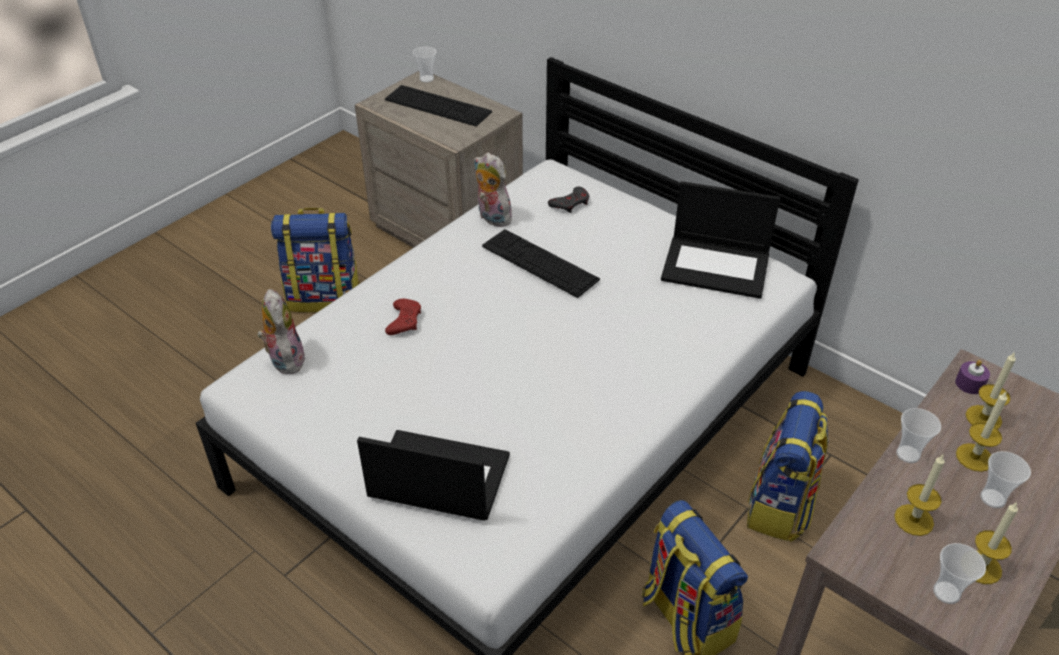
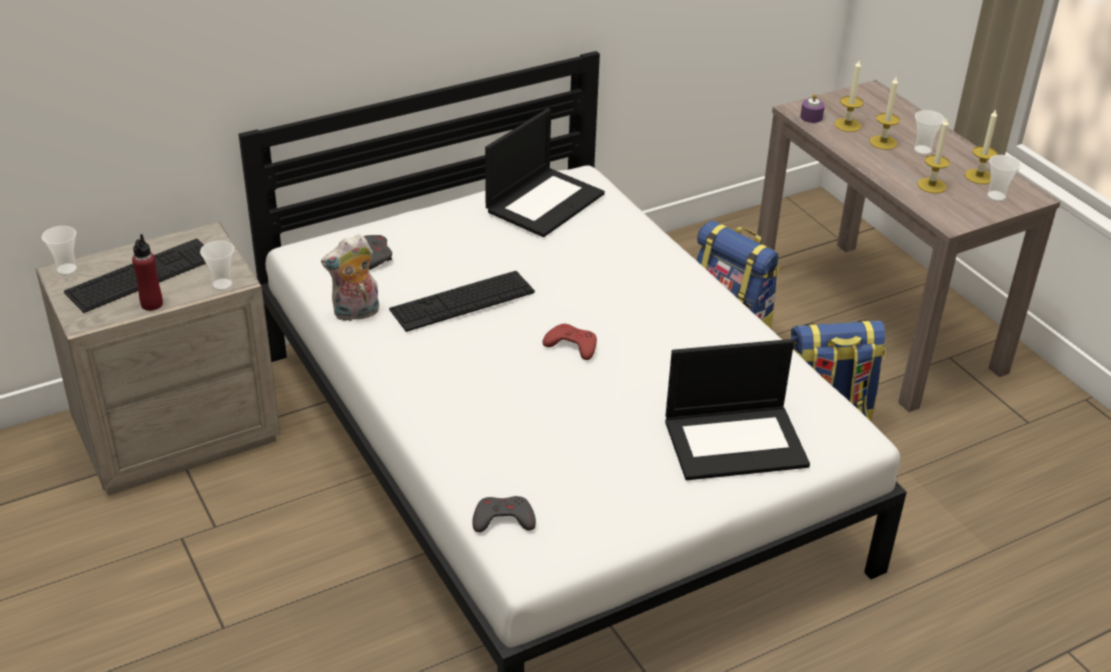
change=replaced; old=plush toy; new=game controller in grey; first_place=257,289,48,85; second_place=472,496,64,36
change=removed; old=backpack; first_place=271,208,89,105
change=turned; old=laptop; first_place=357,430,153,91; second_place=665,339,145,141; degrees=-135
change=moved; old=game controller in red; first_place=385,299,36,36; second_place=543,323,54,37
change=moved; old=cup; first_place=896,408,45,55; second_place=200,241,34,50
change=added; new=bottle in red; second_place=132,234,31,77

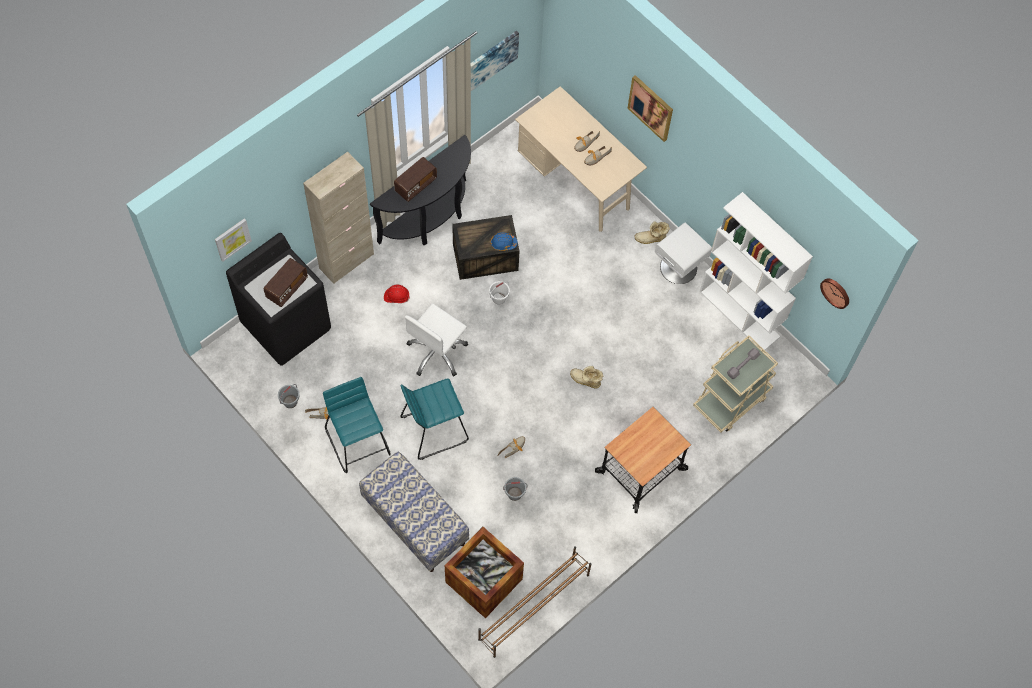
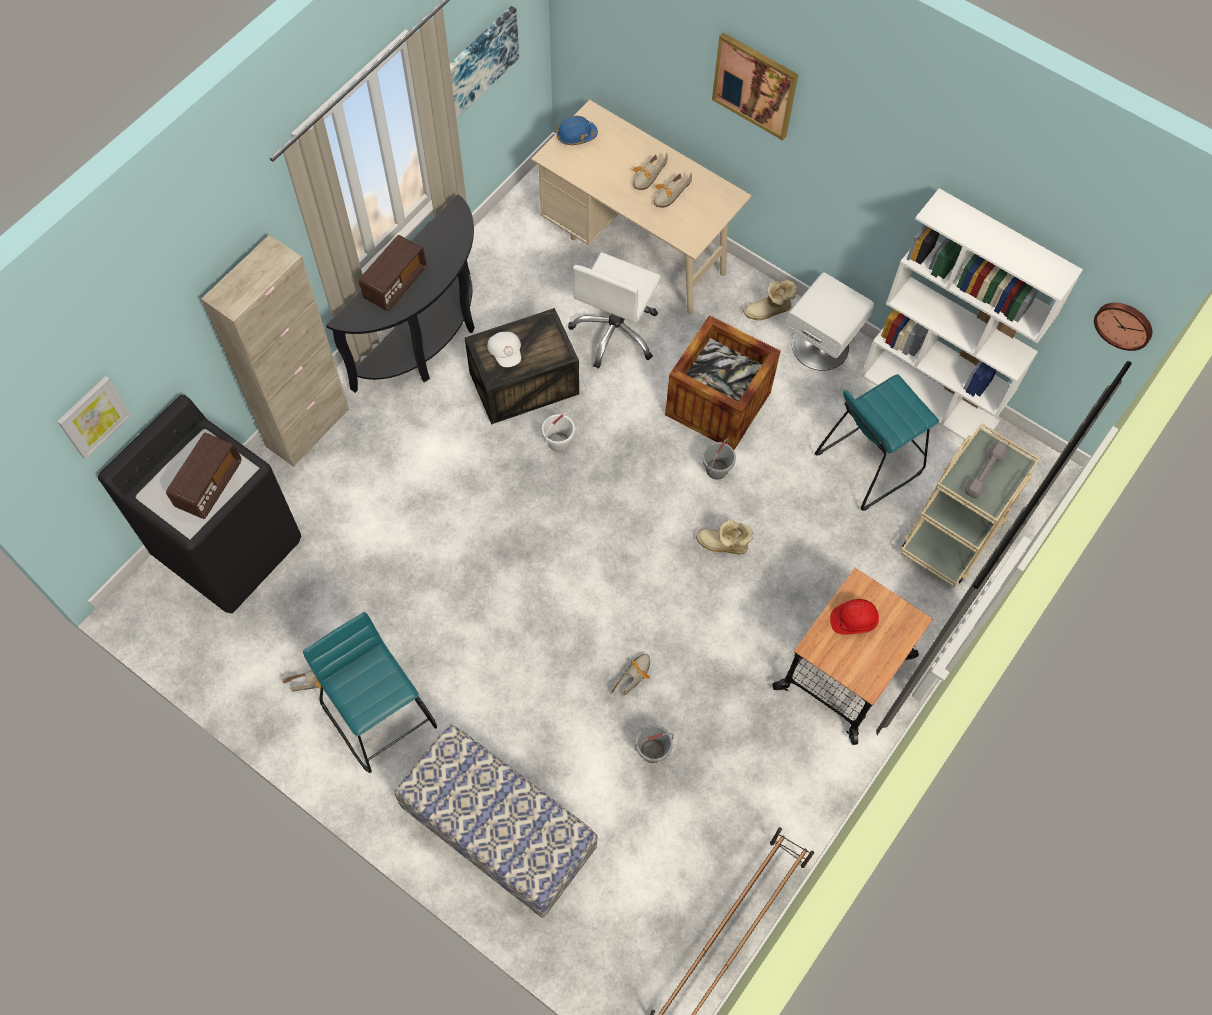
change=moved; old=bucket in grey; first_place=278,384,22,24; second_place=702,438,34,41
change=moved; old=hard hat in red; first_place=384,285,26,18; second_place=830,599,49,35
change=moved; old=stool in turquoise; first_place=400,378,69,82; second_place=815,374,124,137
change=moved; old=office chair in white; first_place=405,303,63,73; second_place=568,252,93,117
change=moved; old=crate; first_place=445,527,79,91; second_place=665,315,116,135
change=moved; old=hard hat in blue; first_place=491,233,27,18; second_place=556,116,42,29
change=added; new=cap in white; second_place=487,332,34,35

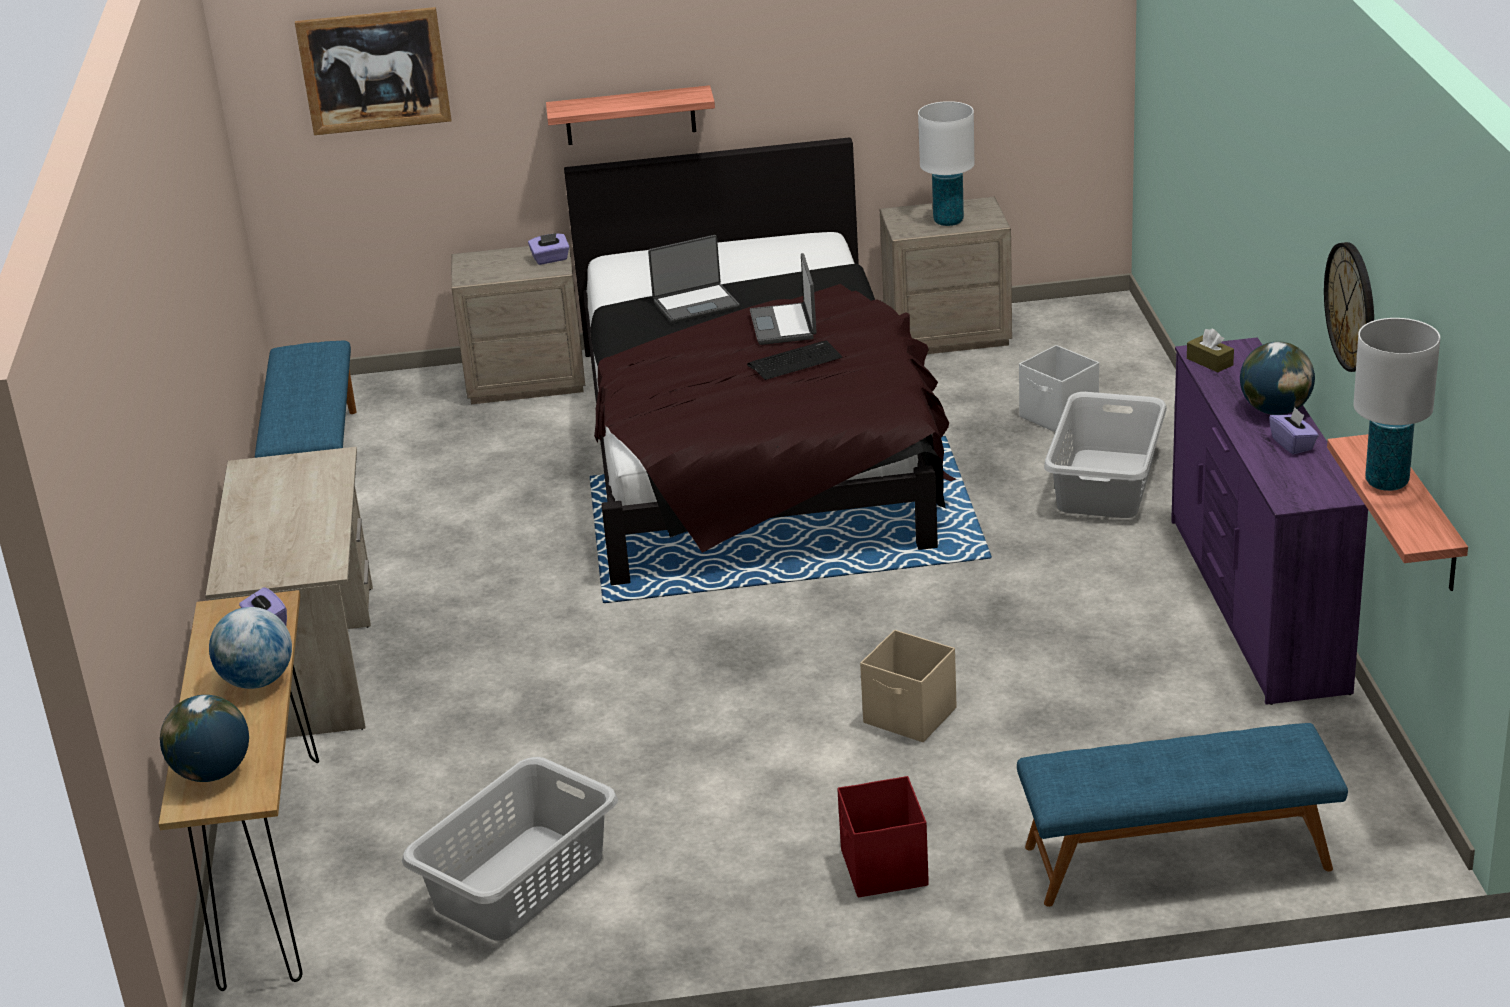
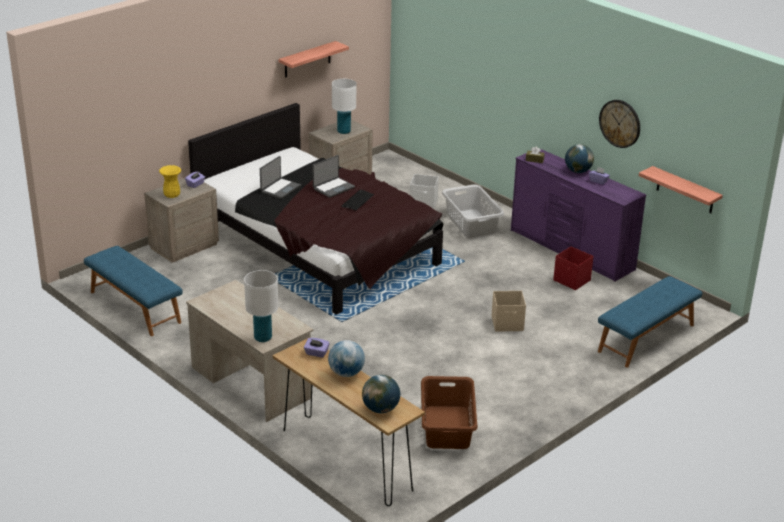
change=removed; old=picture; first_place=295,7,156,128
change=recoloured; old=laundry basket in grey; new=laundry basket in brown; first_place=402,757,216,183; second_place=421,376,56,73
change=moved; old=shelf; first_place=546,85,169,60; second_place=278,41,71,36
change=turned; old=laptop; first_place=750,253,66,92; second_place=313,155,42,43; degrees=-90
change=moved; old=storage box in red; first_place=837,776,92,121; second_place=553,246,40,44
change=moved; old=table lamp in white; first_place=1354,318,86,173; second_place=244,270,34,72
change=added; new=vase in yellow; second_place=159,165,22,33

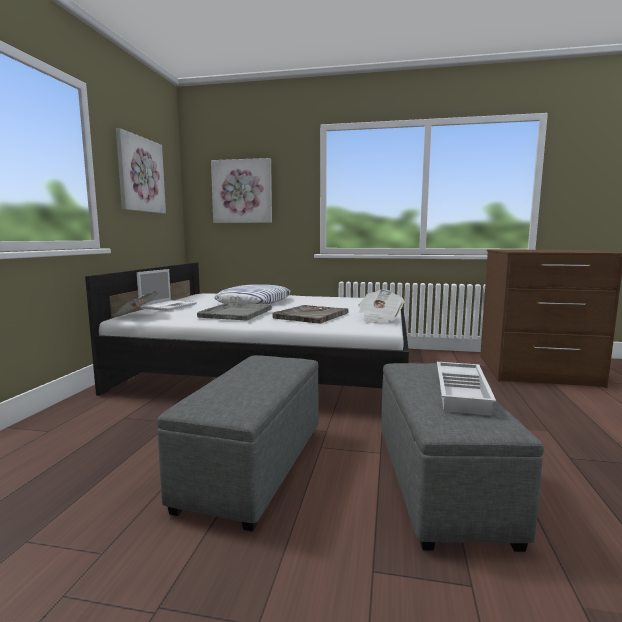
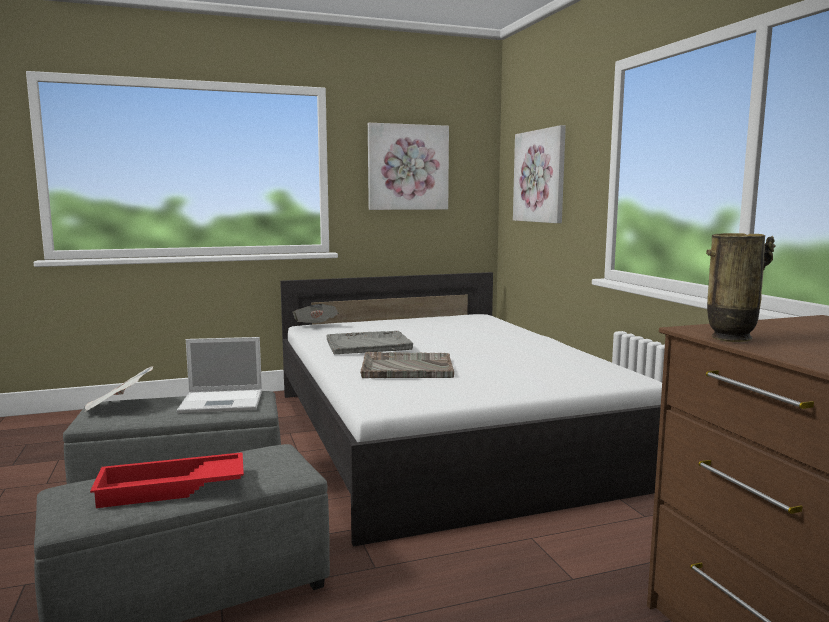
change=moved; old=laptop; first_place=137,269,60,42; second_place=177,337,85,76
change=removed; old=pillow; first_place=214,284,77,20
change=moved; old=newspaper; first_place=358,290,47,33; second_place=85,366,68,46
change=recoloured; old=tray in white; new=tray in red; first_place=437,362,59,54; second_place=90,452,154,56
change=added; new=vase; second_place=706,233,70,109

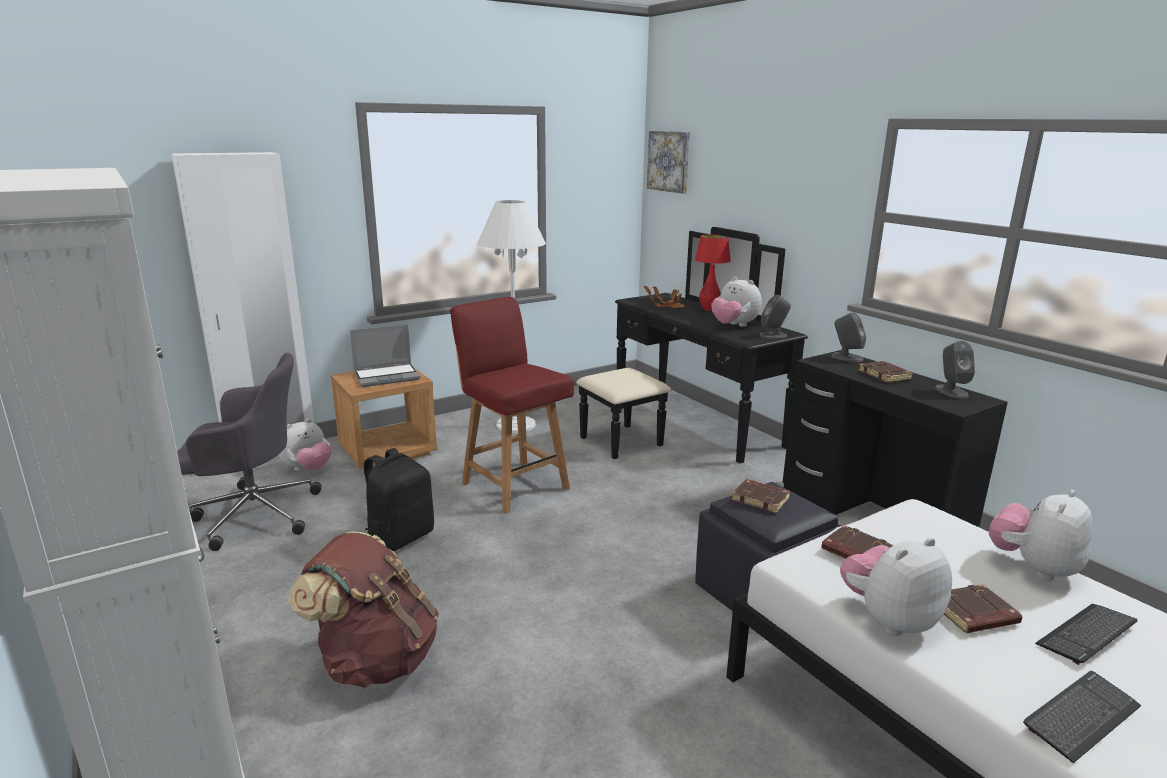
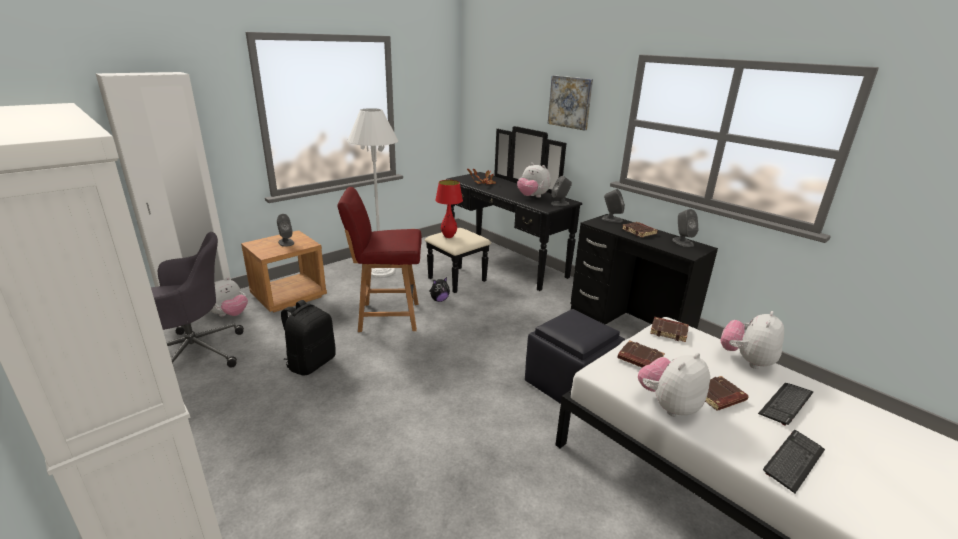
change=removed; old=backpack in brown; first_place=288,531,151,157
change=replaced; old=laptop; new=speaker in grey; first_place=350,324,70,63; second_place=277,214,17,33
change=turned; old=chair in red; first_place=450,297,124,217; second_place=337,187,85,145; degrees=-45
change=moved; old=picture; first_place=647,131,43,62; second_place=548,75,45,55
change=moved; old=table lamp in red; first_place=695,234,36,77; second_place=435,180,28,58
change=moved; old=book in brown; first_place=731,479,59,34; second_place=650,317,39,25
change=added; new=plush toy; second_place=430,277,20,25

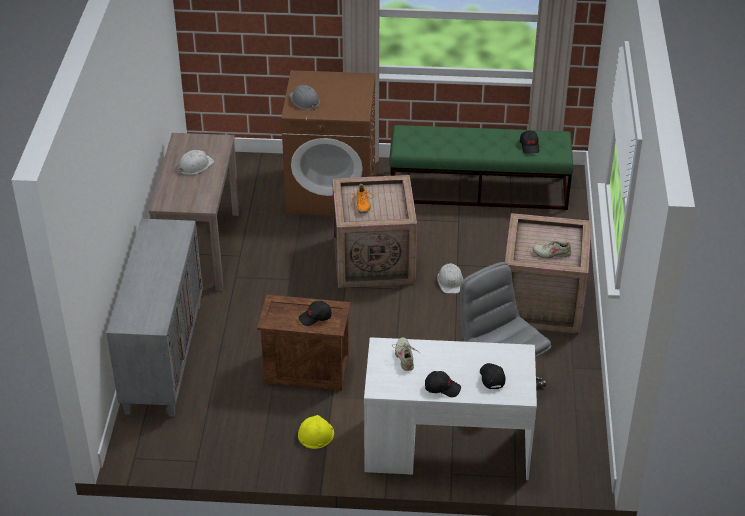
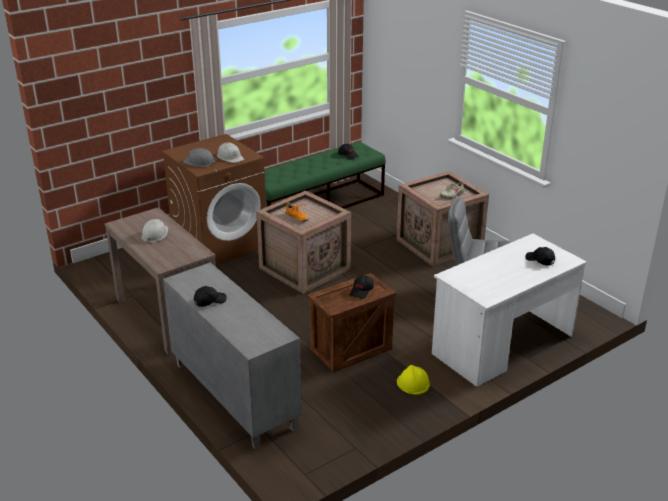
change=removed; old=shoe in beige; first_place=392,337,29,34
change=moved; old=cap in black; first_place=425,371,36,26; second_place=194,286,33,21
change=moved; old=hard hat in white; first_place=437,263,26,31; second_place=217,142,27,21

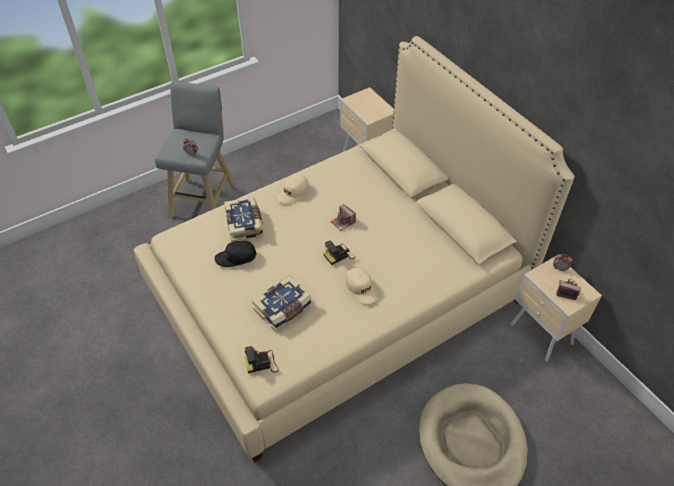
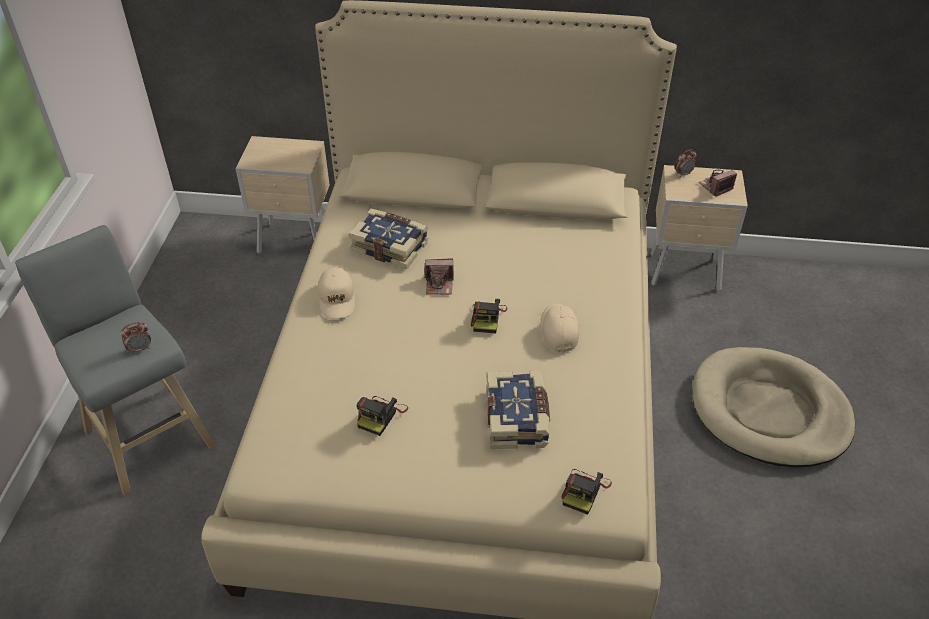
change=replaced; old=cap in black; new=photo camera; first_place=214,241,43,26; second_place=357,396,51,40
change=moved; old=book; first_place=224,197,39,45; second_place=348,209,81,60
change=turned; old=cap in beige; first_place=345,268,32,37; second_place=540,304,39,48; degrees=-105

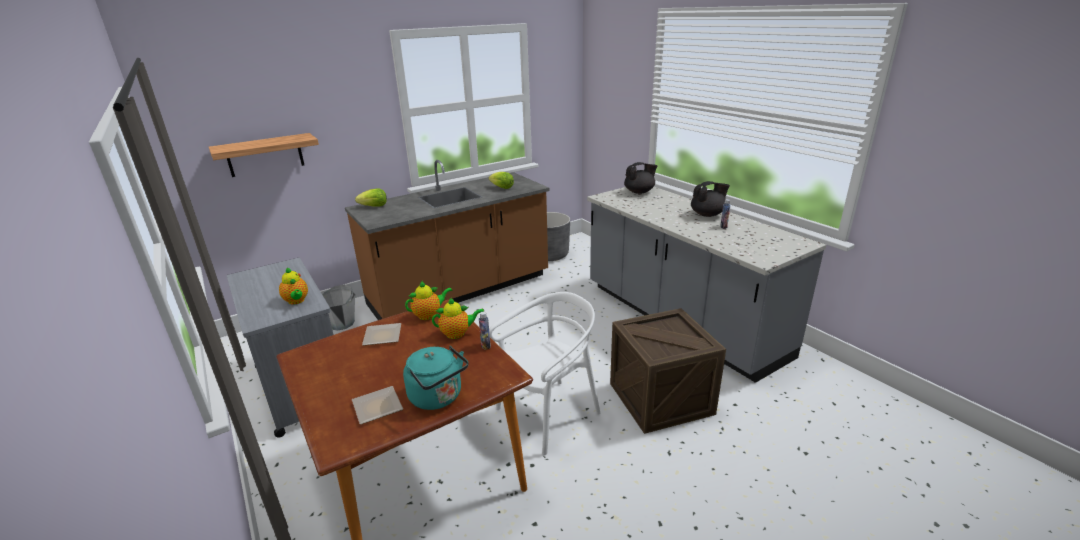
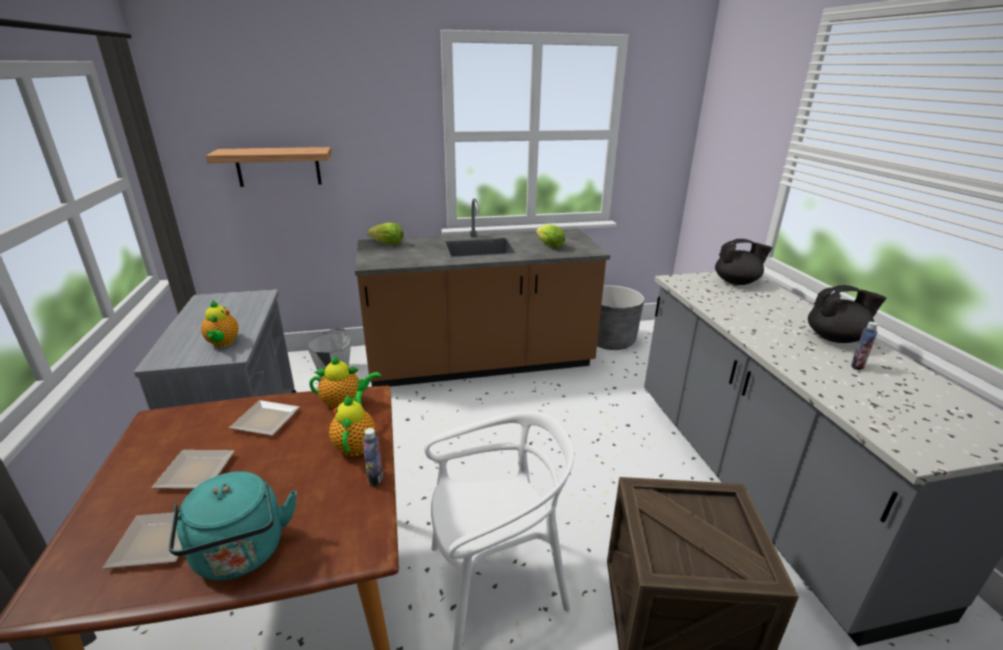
change=turned; old=teapot; first_place=432,298,52,41; second_place=329,391,46,66; degrees=-105
change=added; new=plate; second_place=151,450,84,39

